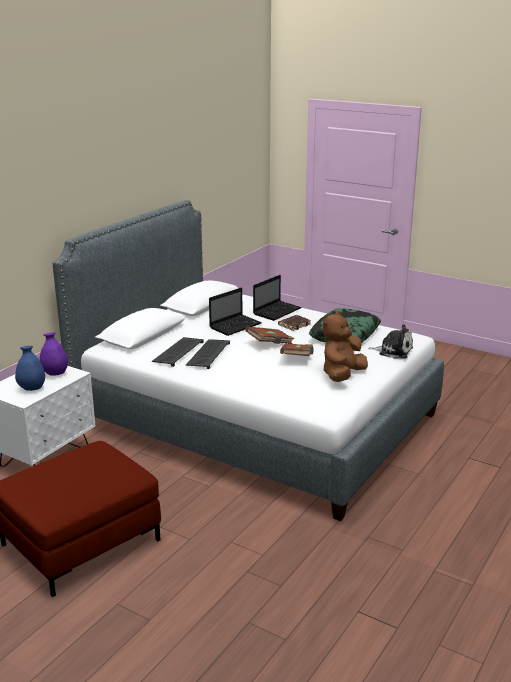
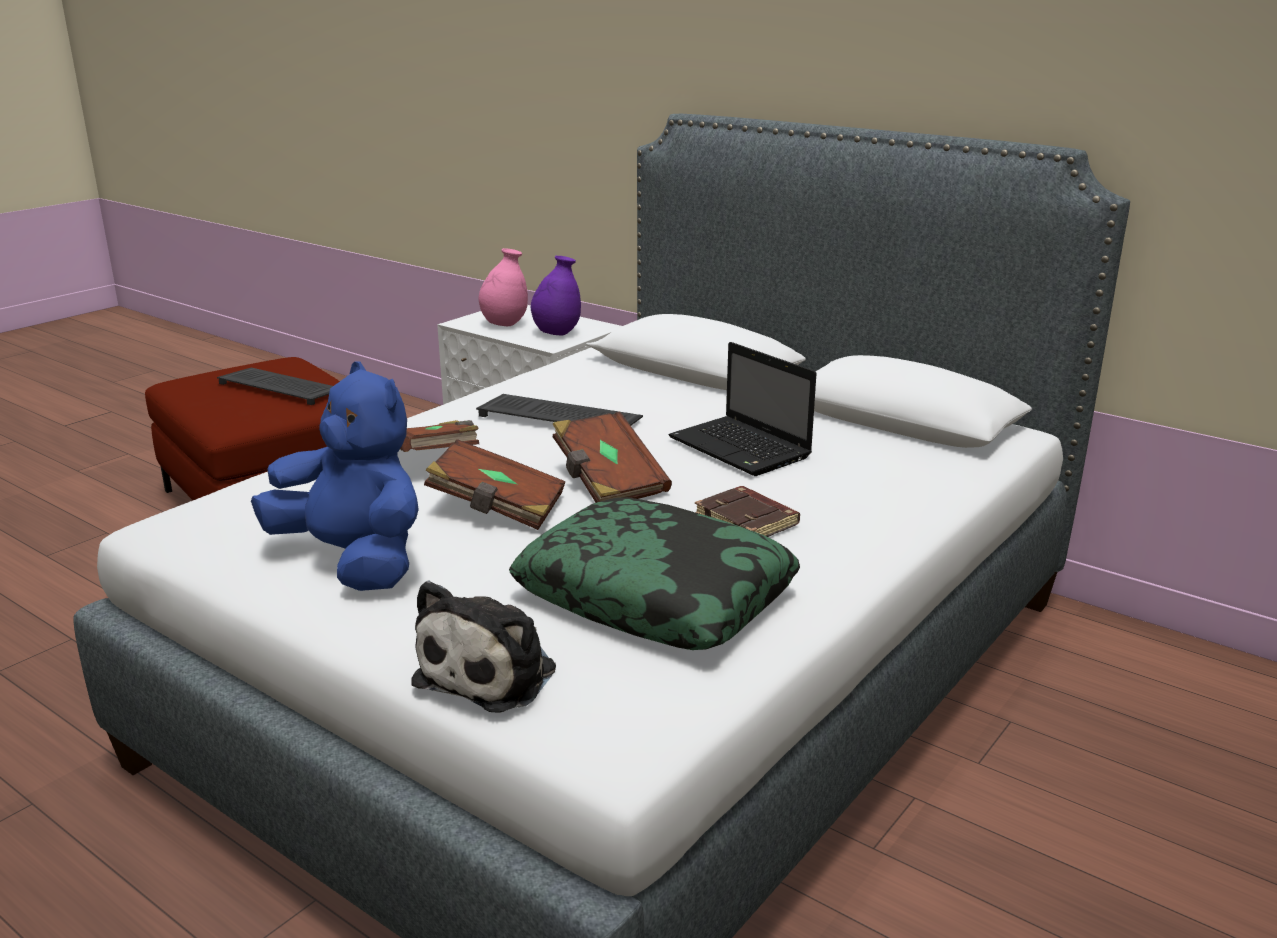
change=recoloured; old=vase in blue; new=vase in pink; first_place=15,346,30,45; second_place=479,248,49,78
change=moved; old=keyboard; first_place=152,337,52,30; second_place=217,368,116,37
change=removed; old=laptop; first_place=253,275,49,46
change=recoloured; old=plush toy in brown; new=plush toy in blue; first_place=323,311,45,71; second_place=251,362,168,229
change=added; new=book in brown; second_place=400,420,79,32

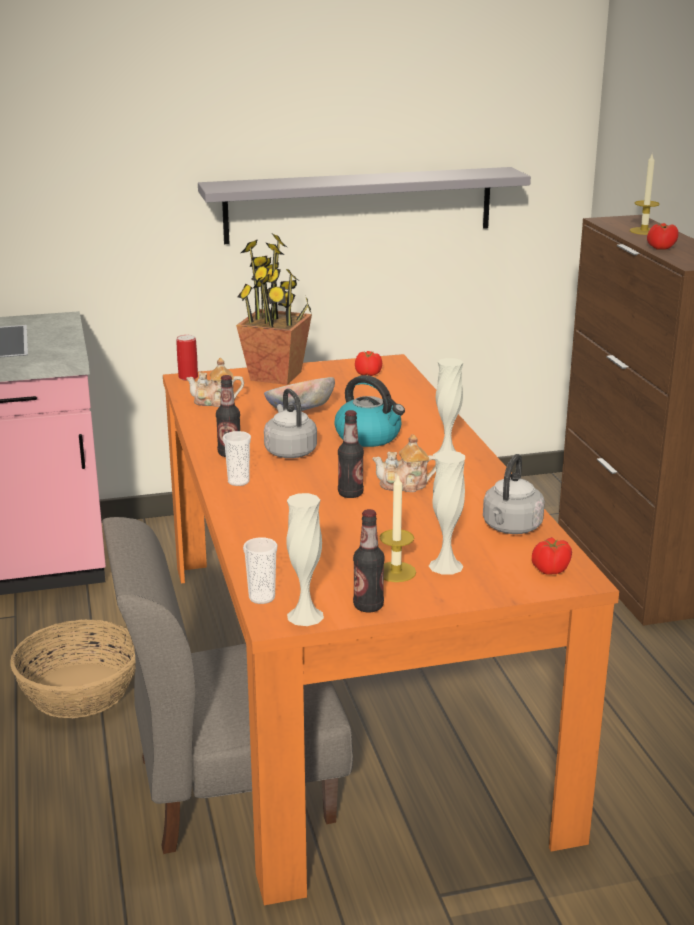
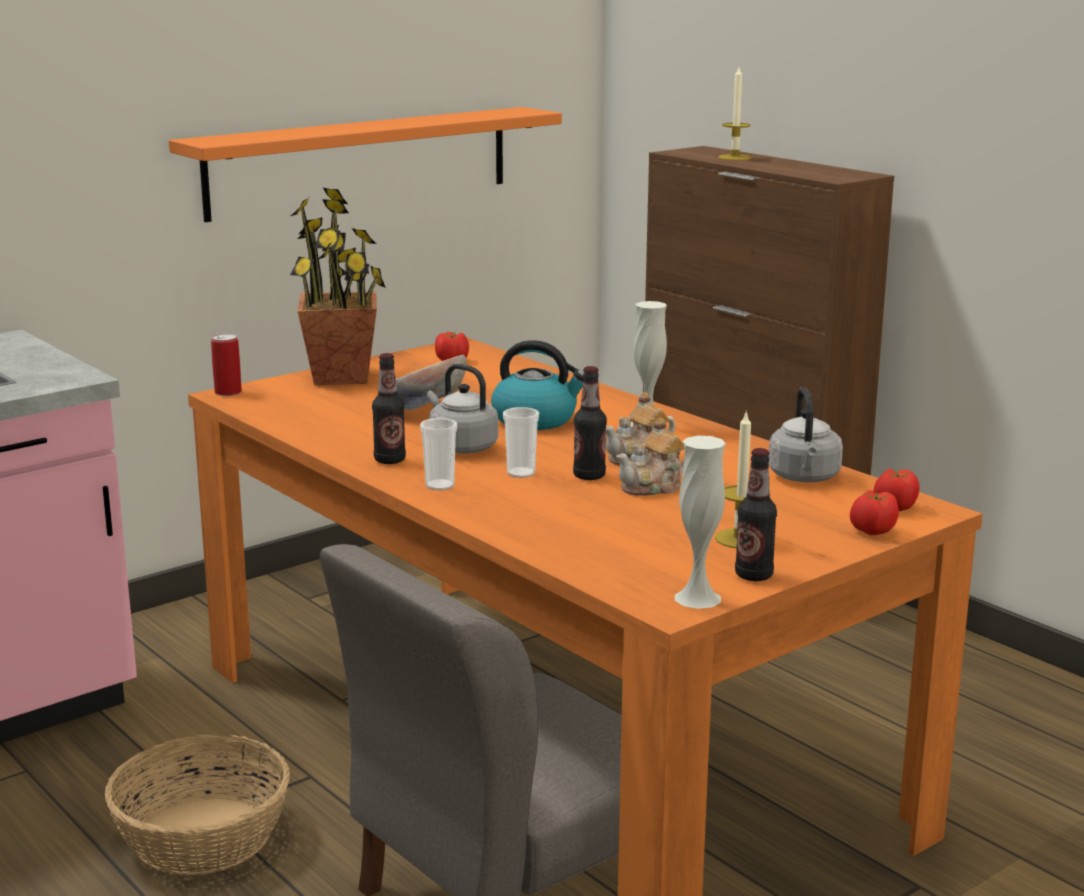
change=moved; old=teapot; first_place=186,358,58,49; second_place=616,418,68,78
change=recoloured; old=shelf in grey; new=shelf in orange; first_place=198,167,333,77; second_place=169,107,393,115
change=moved; old=cup; first_place=243,537,35,67; second_place=503,407,36,71
change=removed; old=vase in white; first_place=429,451,36,124
change=moved; old=tomato; first_place=647,223,32,27; second_place=850,490,49,45

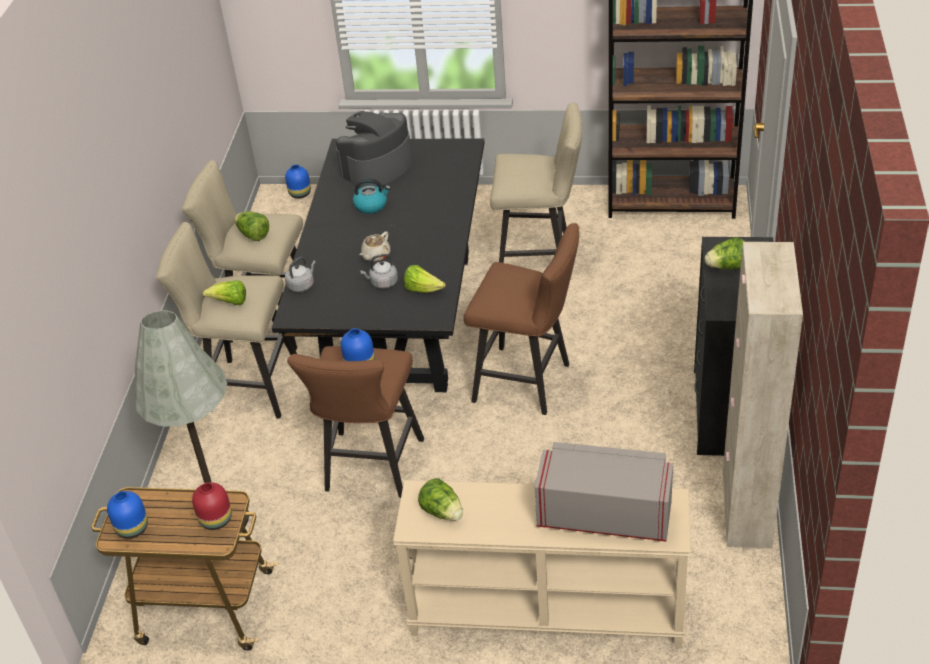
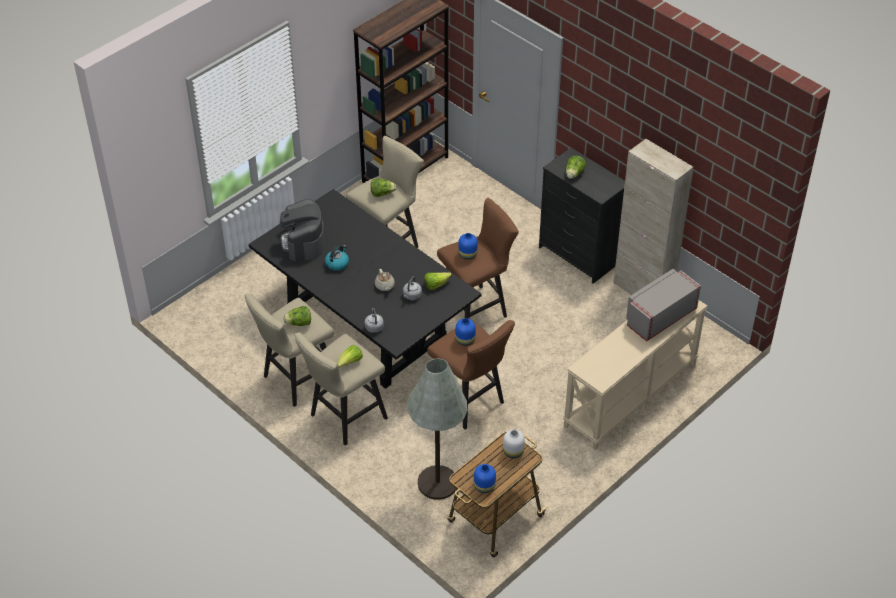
change=recoloured; old=vase in red; new=vase in white; first_place=192,482,40,48; second_place=503,430,22,28
change=moved; old=vase in blue; first_place=285,165,26,34; second_place=458,233,20,27
change=moved; old=lettuce; first_place=418,478,45,43; second_place=371,179,25,18

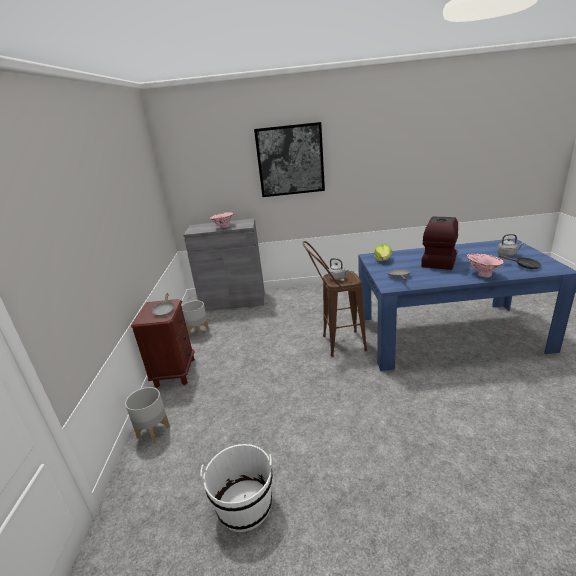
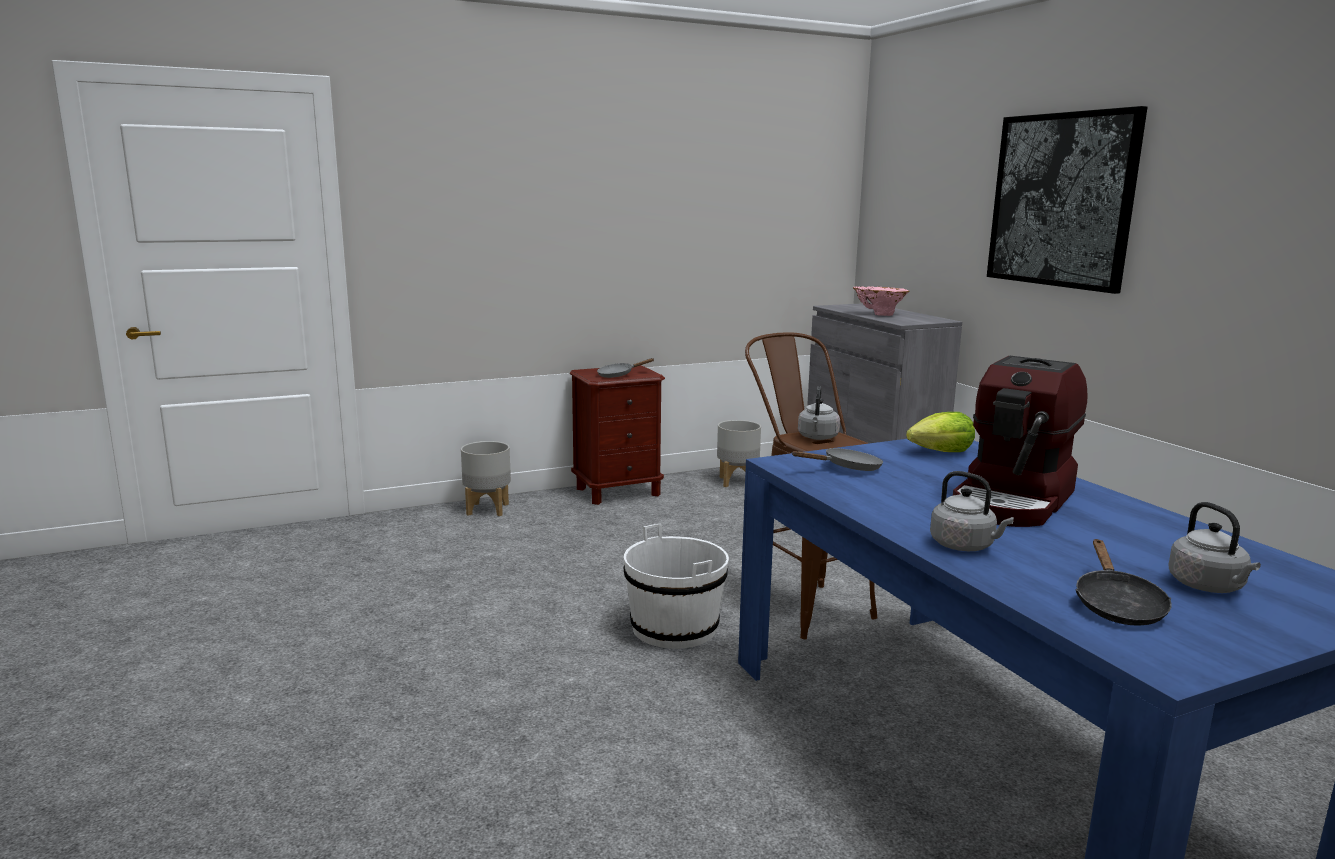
change=moved; old=bucket in white; first_place=200,444,73,88; second_place=624,524,105,125
change=turned; old=coffee machine; first_place=421,216,37,54; second_place=953,356,135,171; degrees=120
change=replaced; old=vase in pink; new=kettle in grey; first_place=467,253,37,25; second_place=930,471,84,80

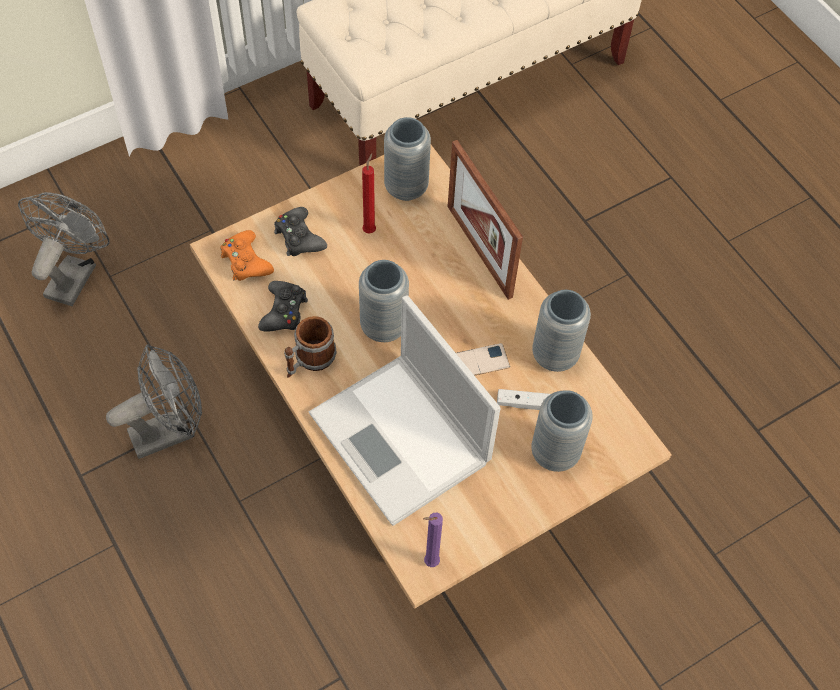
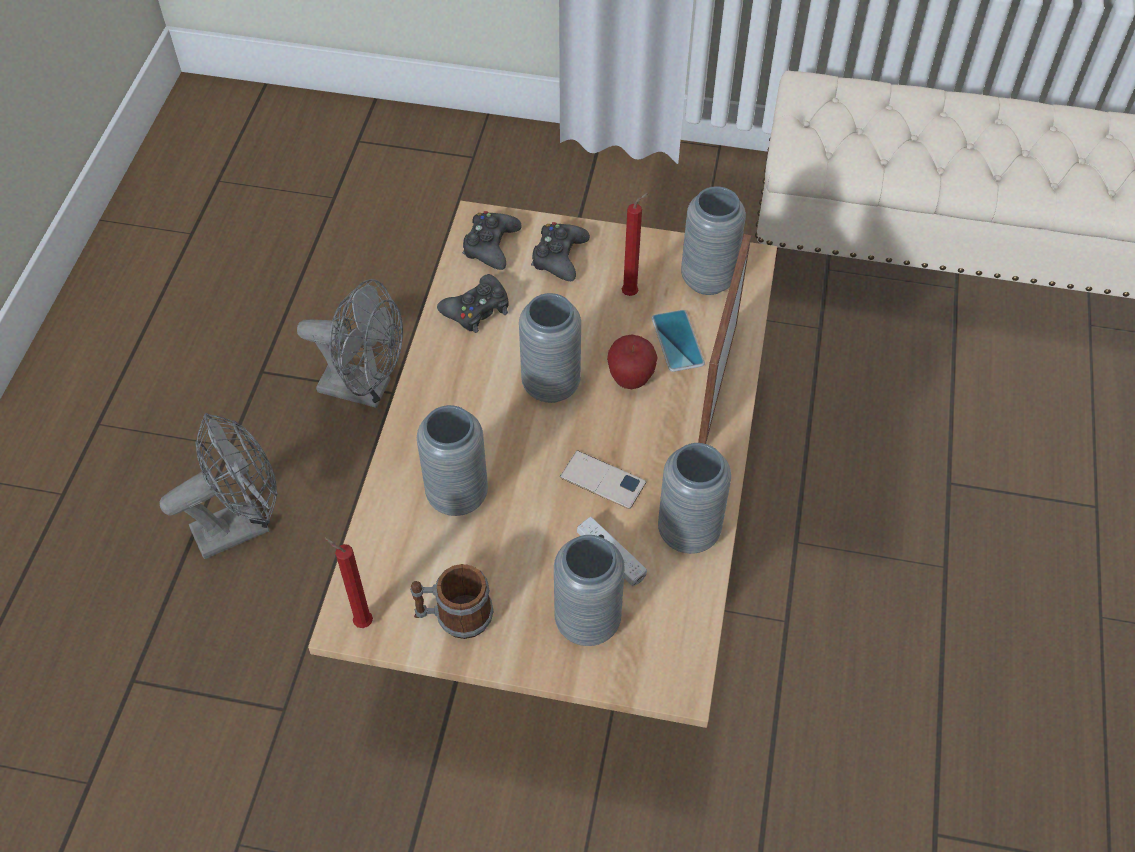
change=moved; old=fan in grey; first_place=18,192,91,114; second_place=159,413,119,146
change=recoloured; old=game controller in orange; new=game controller in black; first_place=221,230,53,51; second_place=462,211,60,59
change=moved; old=mug; first_place=284,316,53,62; second_place=410,564,84,75
change=replaced; old=laptop; new=vase in grey; first_place=309,295,192,231; second_place=417,405,71,111
change=recoloured; old=candle in purple; new=candle in red; first_place=423,513,20,54; second_place=325,537,48,91
change=added; new=apple; second_place=607,334,51,55
change=added; new=phone; second_place=652,310,53,62

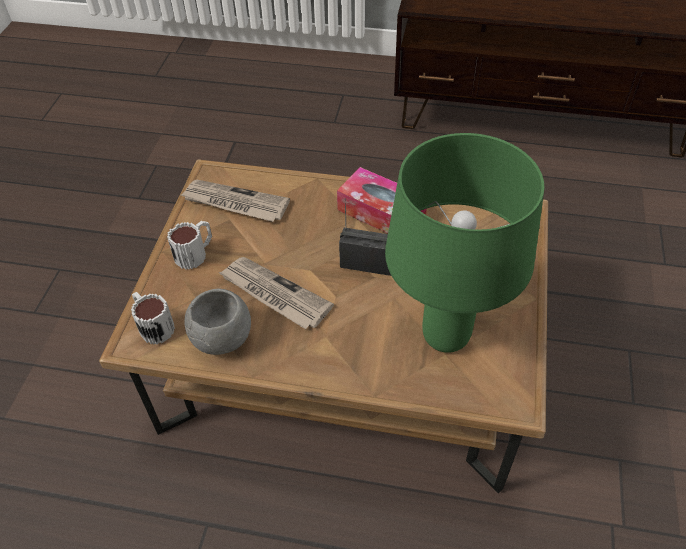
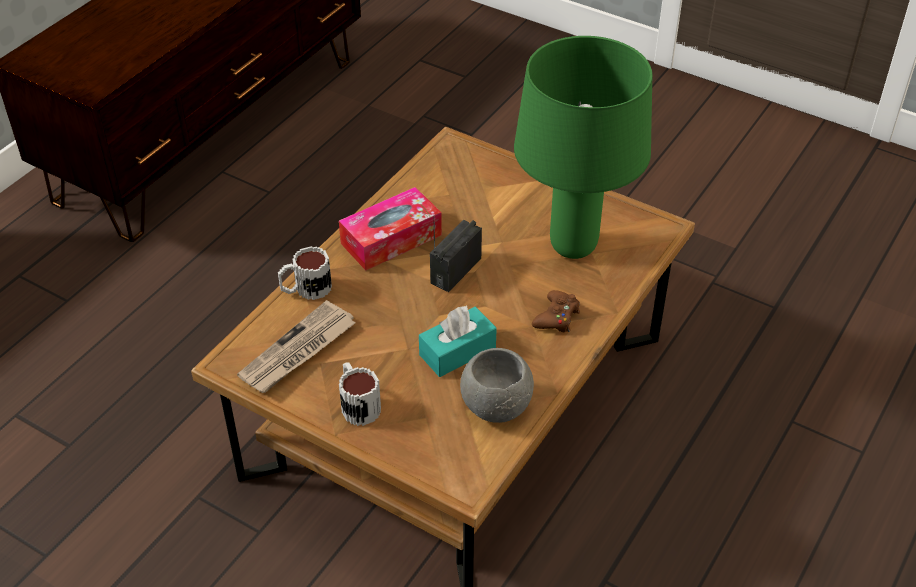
change=moved; old=mug; first_place=131,292,44,52; second_place=278,246,54,54
change=replaced; old=newspaper; new=tissue box in turquoise; first_place=219,257,115,72; second_place=419,306,78,71
change=added; new=game controller in brown; second_place=532,290,48,42

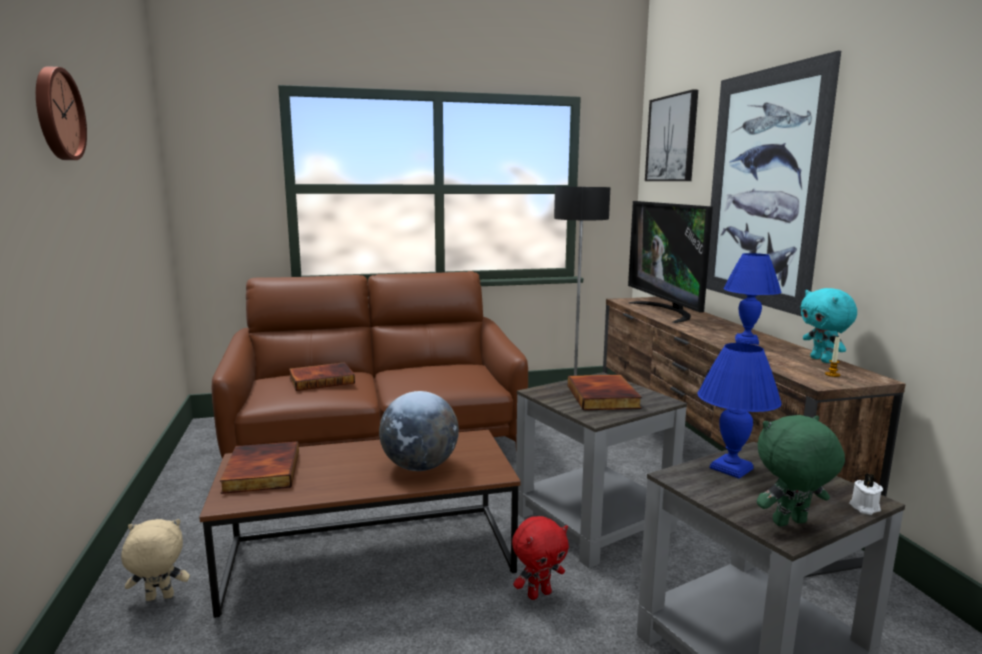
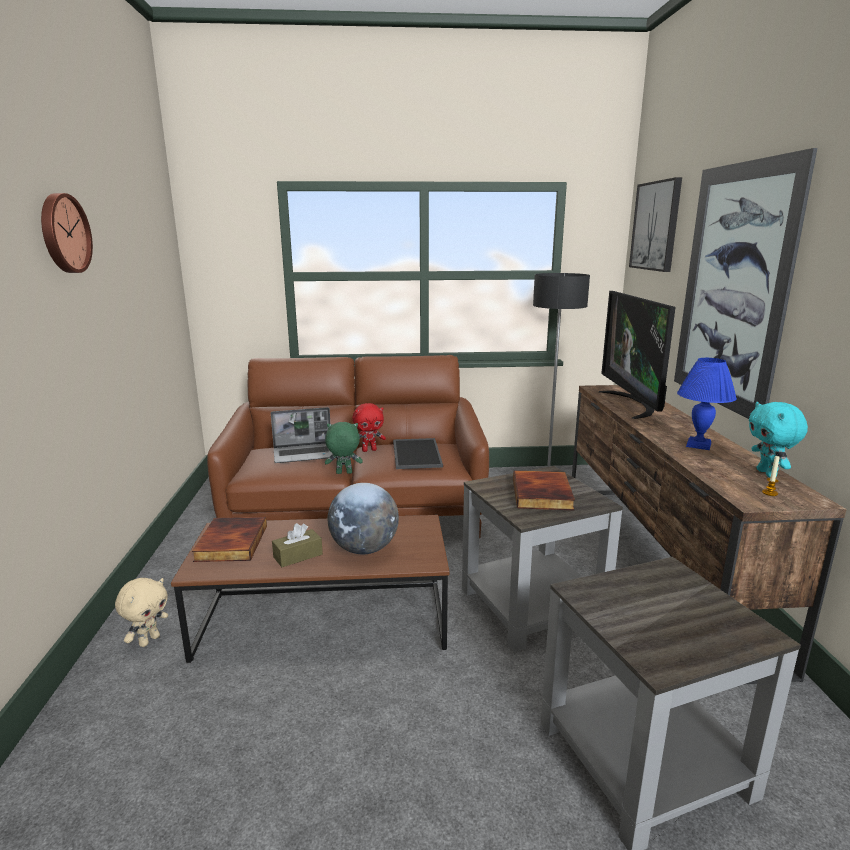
change=turned; old=plush toy in beige; first_place=121,519,69,82; second_place=115,578,53,69; degrees=120
change=replaced; old=book; new=laptop; first_place=289,362,66,29; second_place=271,407,62,56
change=moved; old=plush toy in red; first_place=512,516,57,84; second_place=352,403,34,49
change=removed; old=table lamp in blue; first_place=698,343,84,136
change=moved; old=plush toy in green; first_place=757,415,88,111; second_place=325,422,38,52
change=removed; old=candle in white; first_place=849,473,34,42
change=added; new=tissue box in brown; second_place=272,523,51,44
change=added; new=tray; second_place=393,438,50,31

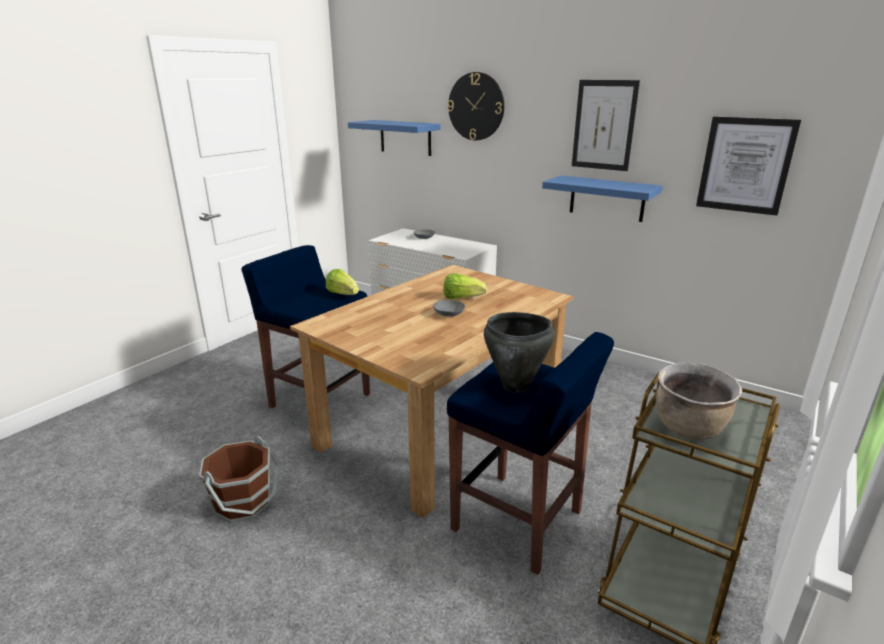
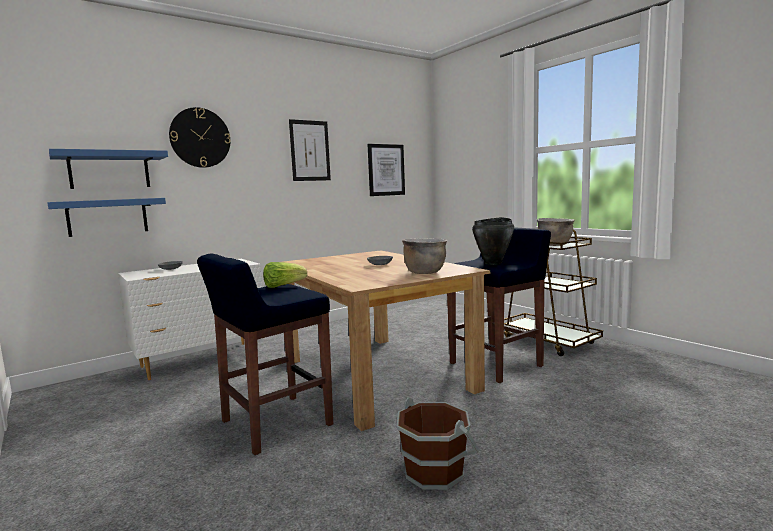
change=removed; old=lettuce; first_place=444,273,43,26
change=moved; old=shelf in blue; first_place=542,175,120,47; second_place=47,198,119,39
change=added; new=cooking pot in brown; second_place=402,238,46,36

